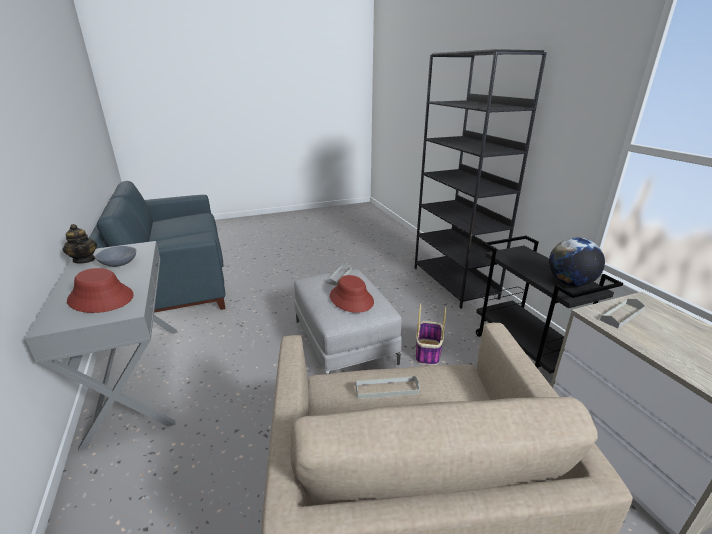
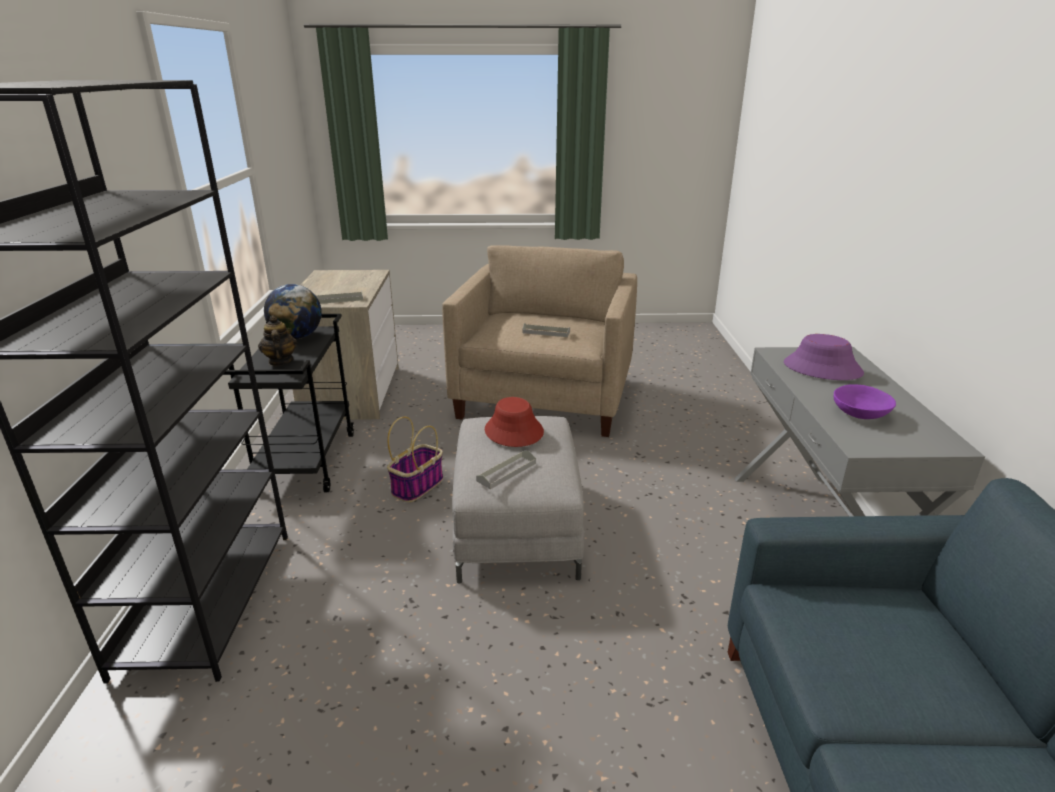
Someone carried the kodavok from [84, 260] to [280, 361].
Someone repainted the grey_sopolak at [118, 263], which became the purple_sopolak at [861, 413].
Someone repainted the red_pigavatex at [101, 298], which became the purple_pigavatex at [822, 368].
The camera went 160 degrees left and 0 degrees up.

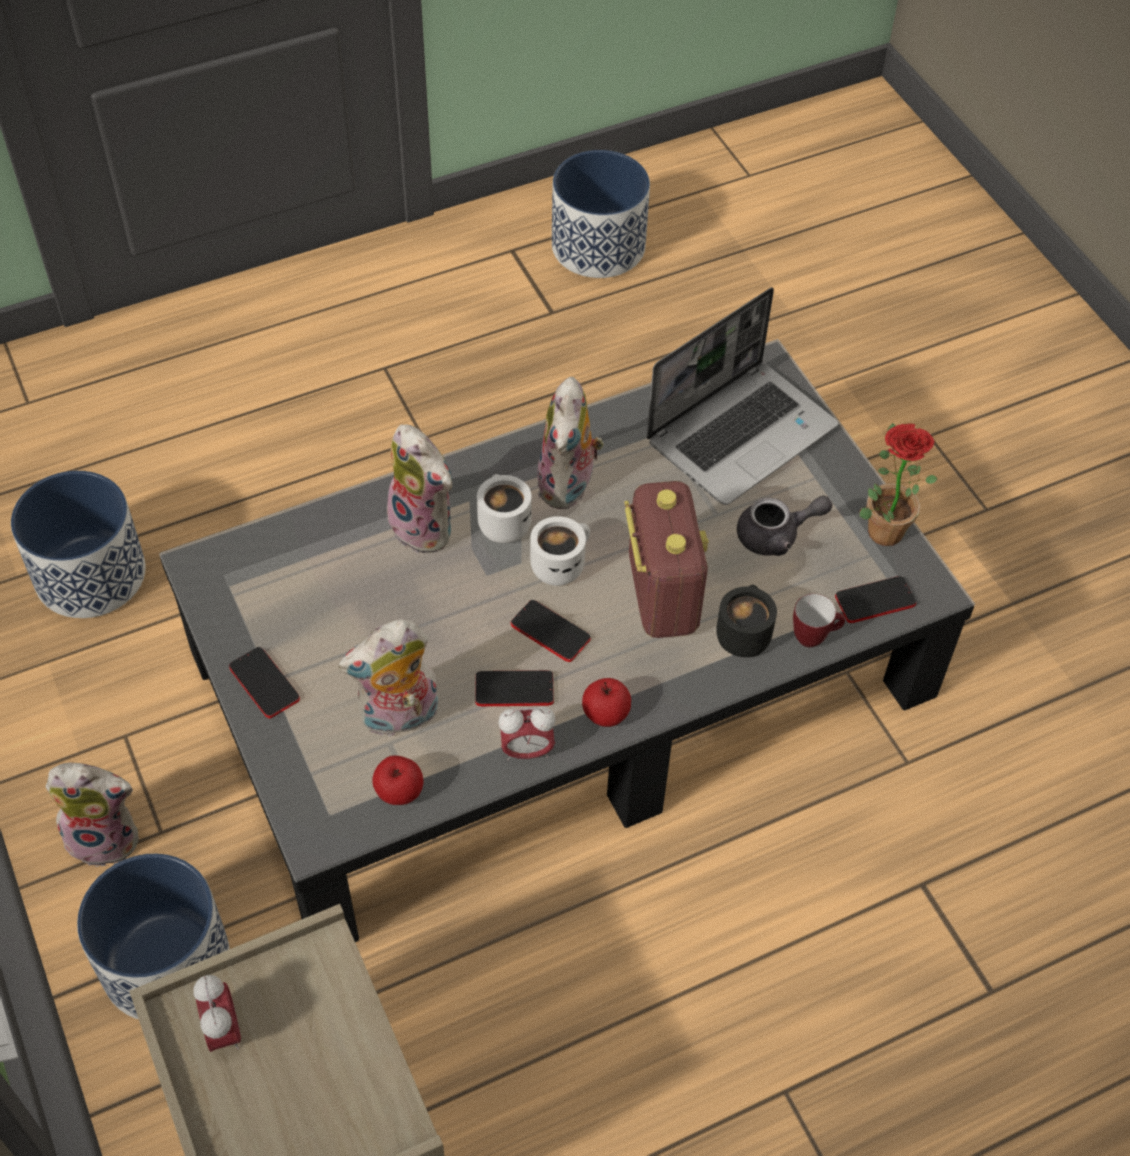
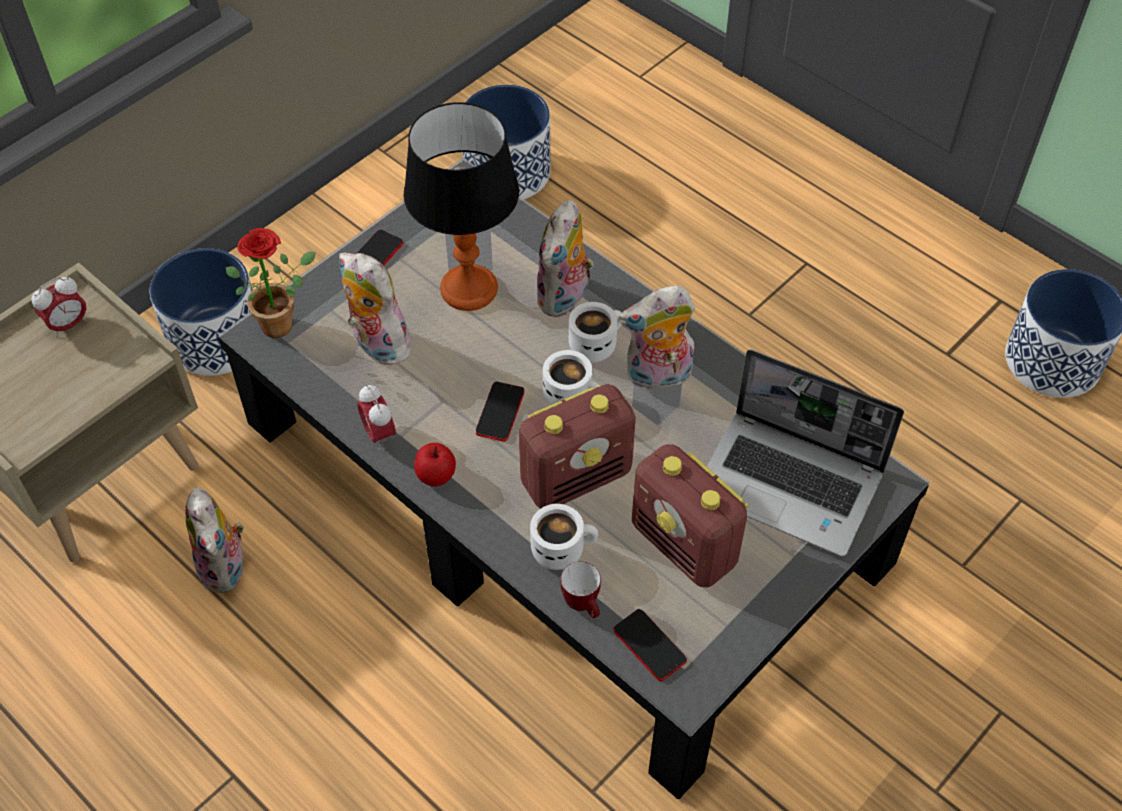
Someone carried the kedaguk from [881, 526] to [282, 322].
Someone swapped the grey_kodavok at [776, 535] for the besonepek at [685, 545].
Someone repainted the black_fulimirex at [741, 633], which became the white_fulimirex at [562, 548].
Someone took away the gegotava at [514, 689].
Someone took away the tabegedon at [399, 791].
Someone carried the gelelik from [107, 837] to [226, 568].
Someone put down the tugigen at [468, 290].
The camera went 70 degrees right and 0 degrees up.

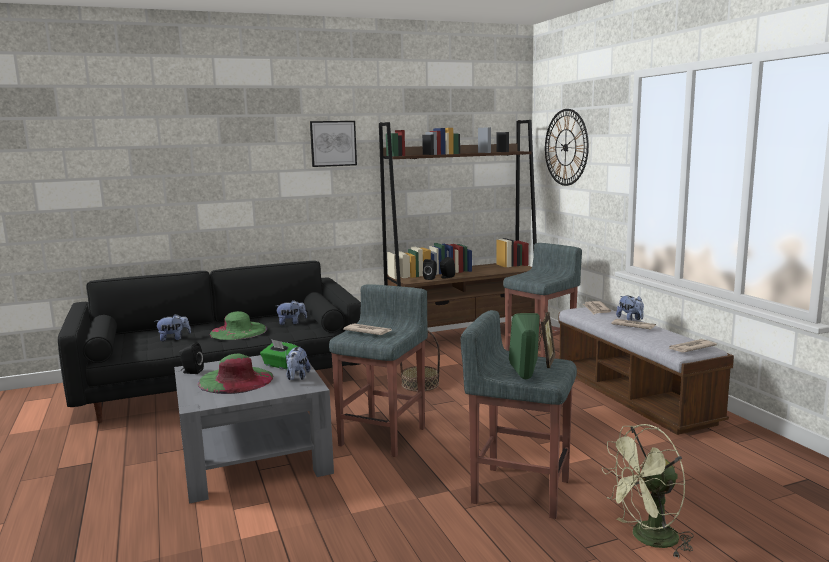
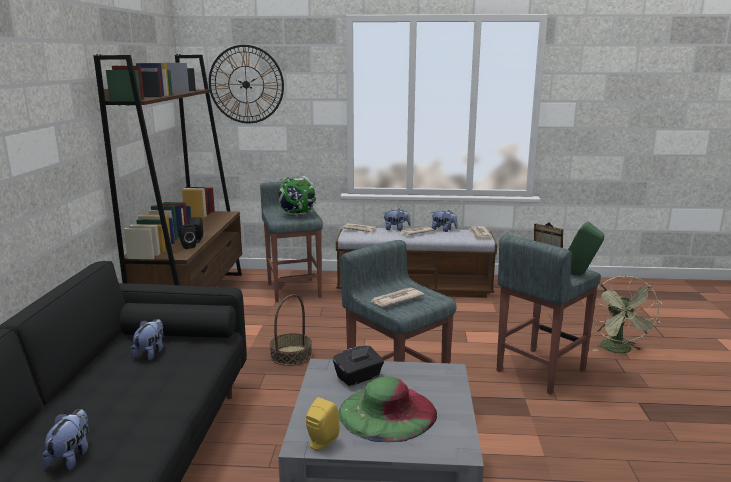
Someone took away the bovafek at [333, 143].
Someone took away the green_pigavatex at [238, 331].
Someone repainted the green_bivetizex at [280, 365], which became the black_bivetizex at [358, 377].
Someone repainted the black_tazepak at [191, 372], which became the yellow_tazepak at [320, 443].
Someone carried the gelelik from [297, 377] to [443, 230].
Someone put down the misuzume at [297, 215].
The camera went 65 degrees left and 5 degrees up.

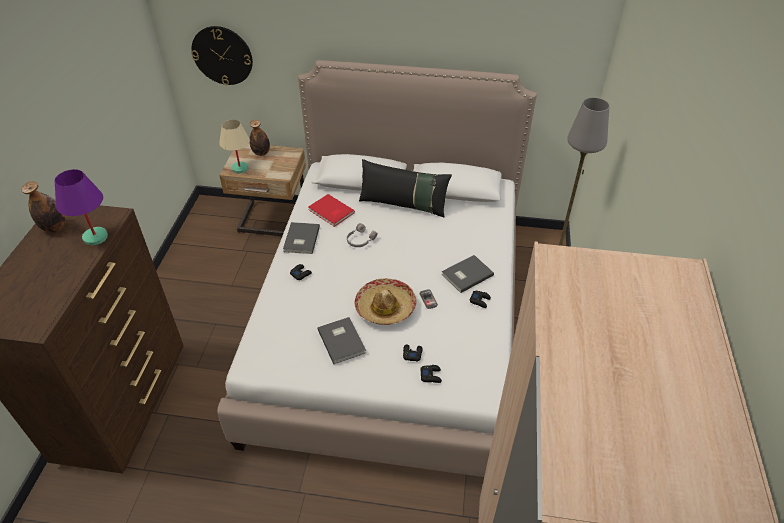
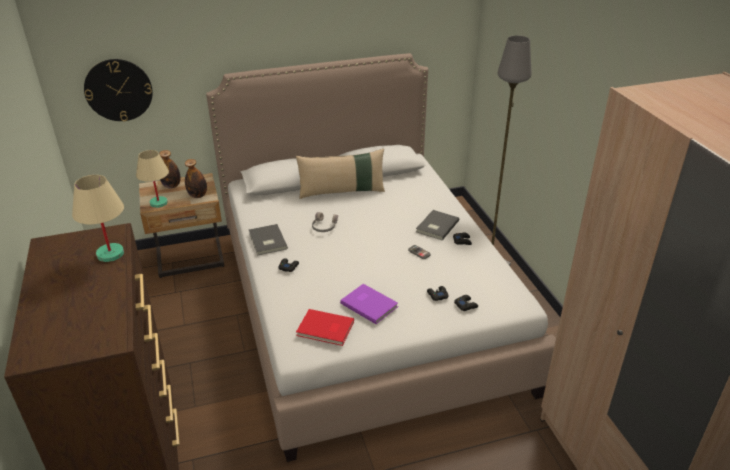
Someone repainted the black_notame at [403, 205], which became the beige_notame at [342, 191].
Someone repainted the purple_tugigen at [95, 237], which became the beige_tugigen at [110, 254].
Someone carried the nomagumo from [55, 227] to [198, 195].
Someone carried the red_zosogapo from [331, 212] to [325, 329].
Someone took away the pigavatex at [385, 307].
Someone repainted the grey_zosogapo at [342, 340], which became the purple_zosogapo at [369, 304].
The camera went 25 degrees left and 10 degrees down.

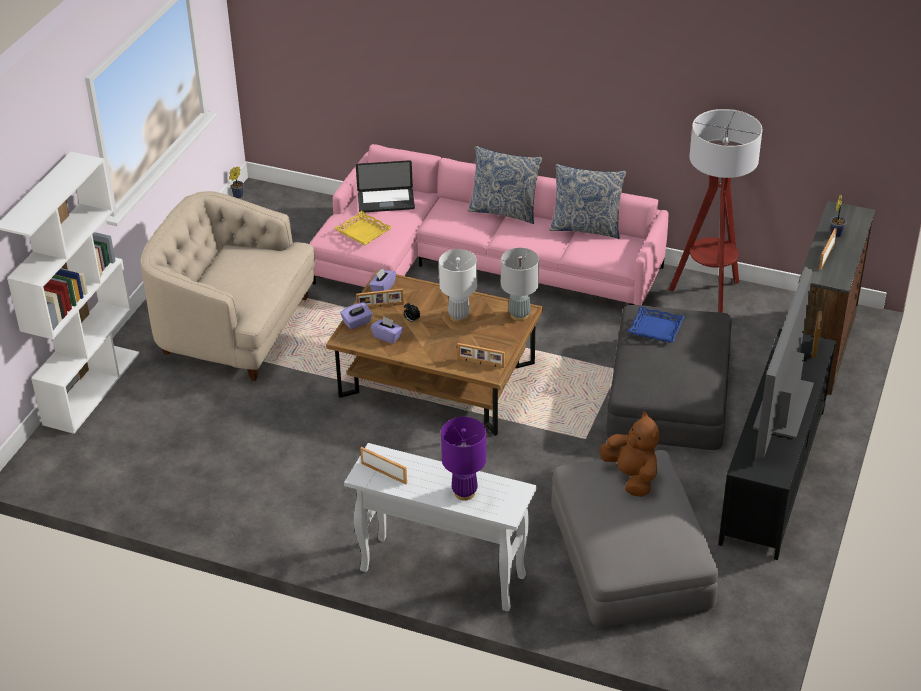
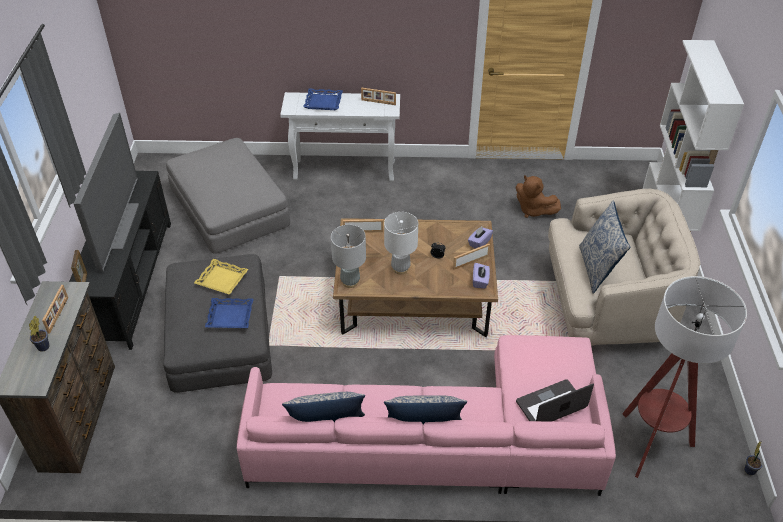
Someone carried the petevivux from [709, 298] to [651, 444].
Someone carried the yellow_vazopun from [363, 232] to [222, 279].
Someone took away the purple_bivetizex at [387, 337].
Someone carried the brown_gelelik from [632, 477] to [533, 210].
Someone swapped the purple_tugigen at [464, 493] for the blue_vazopun at [323, 102].
Someone put down the notame at [597, 269].
The camera went 160 degrees right and 5 degrees up.

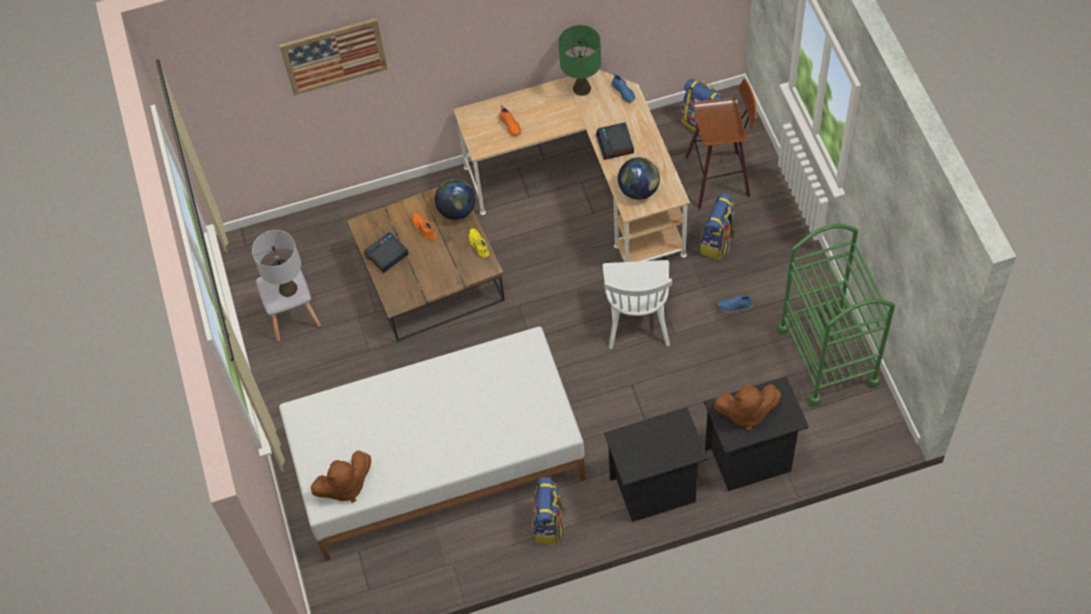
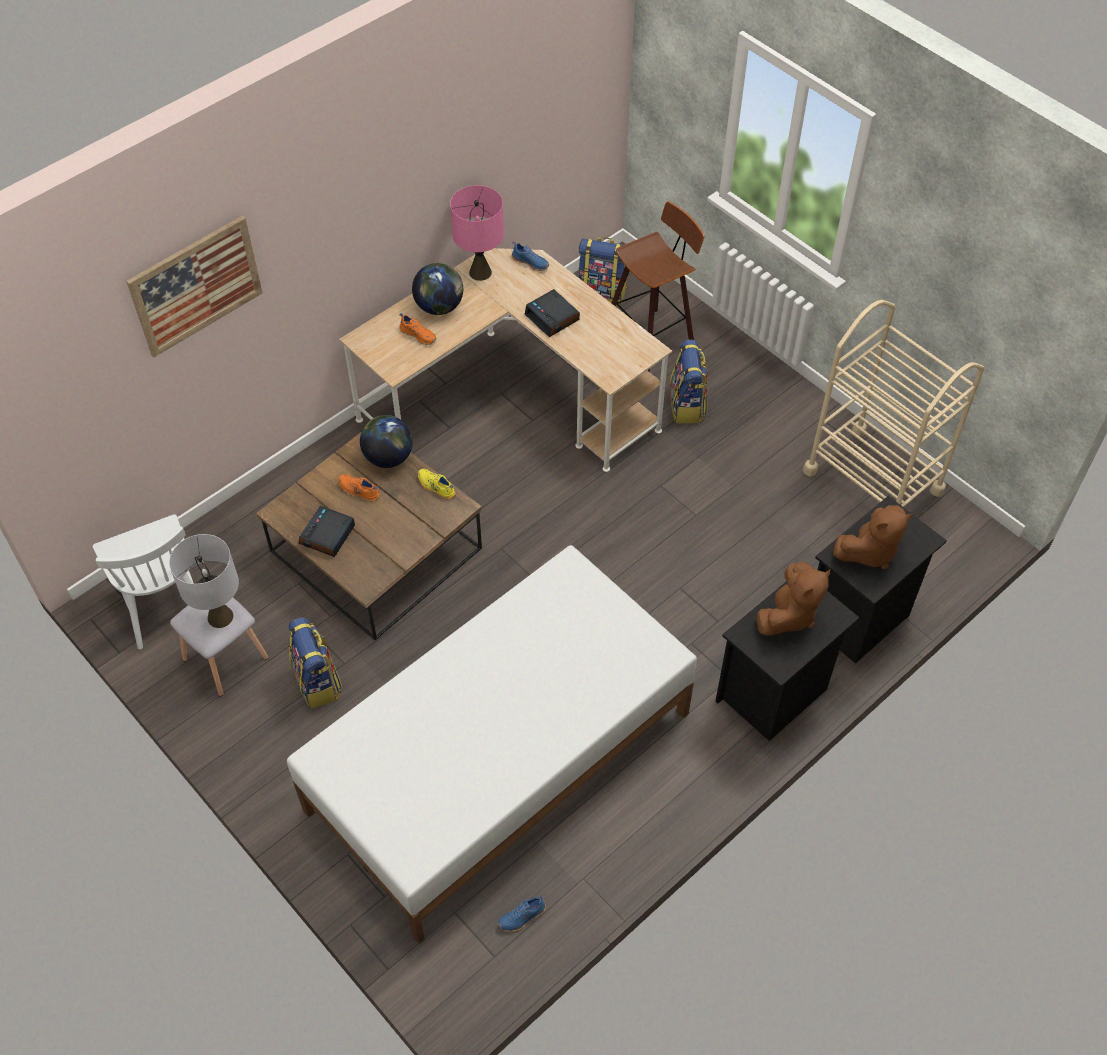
Someone repainted the green_tugigen at [582, 88], which became the pink_tugigen at [480, 272].
Someone carried the misuzume from [639, 190] to [439, 306].
Someone repainted the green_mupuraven at [827, 356], which became the beige_mupuraven at [873, 481].
Someone carried the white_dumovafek from [637, 317] to [163, 601].
Someone carried the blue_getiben from [735, 306] to [522, 917].
Someone carried the brown_gelelik from [345, 486] to [789, 614].
Someone carried the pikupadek from [549, 524] to [318, 682].
The camera went 30 degrees left and 5 degrees down.

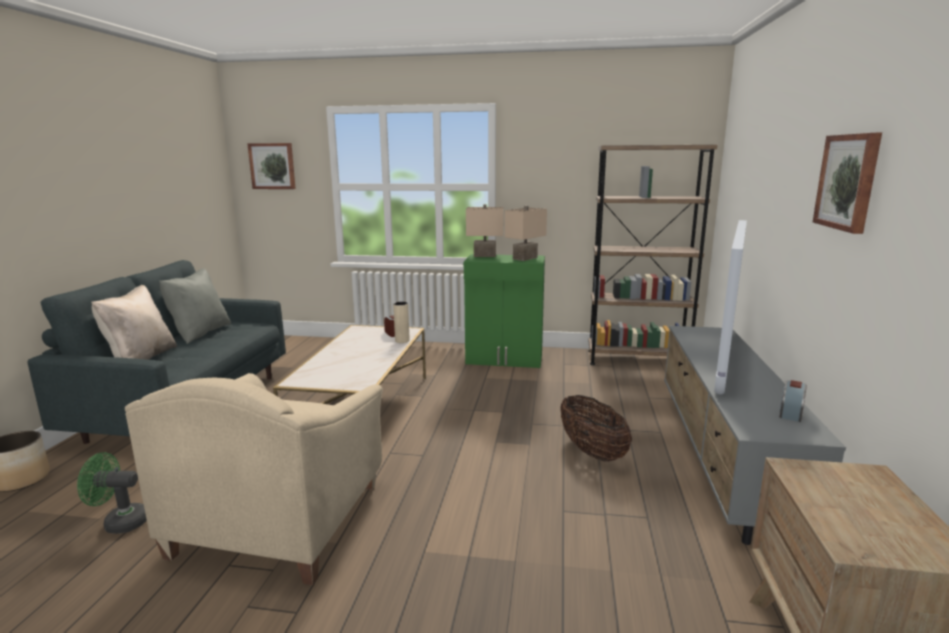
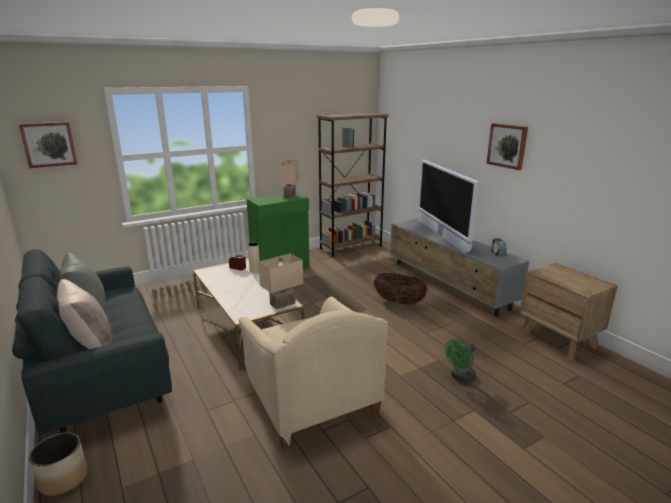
Someone carried the beige_tugigen from [484, 256] to [283, 304].
Someone carried the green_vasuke from [120, 522] to [460, 377].
The camera went 40 degrees left and 5 degrees up.

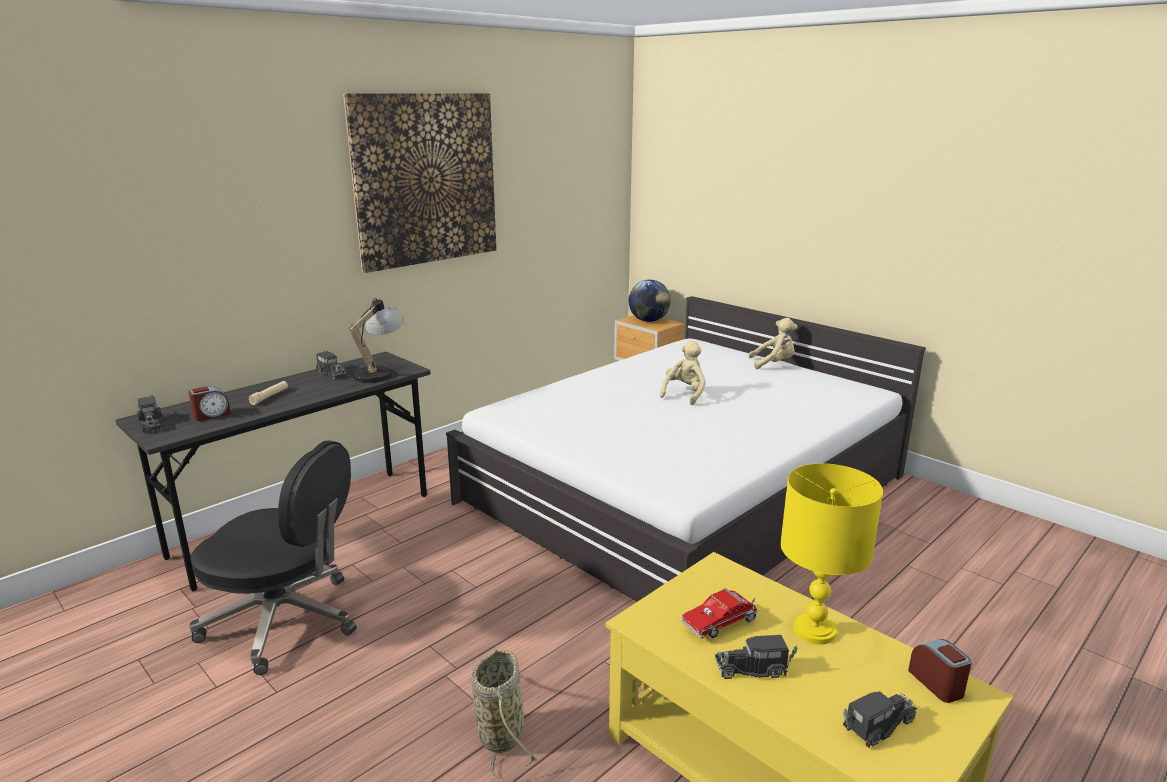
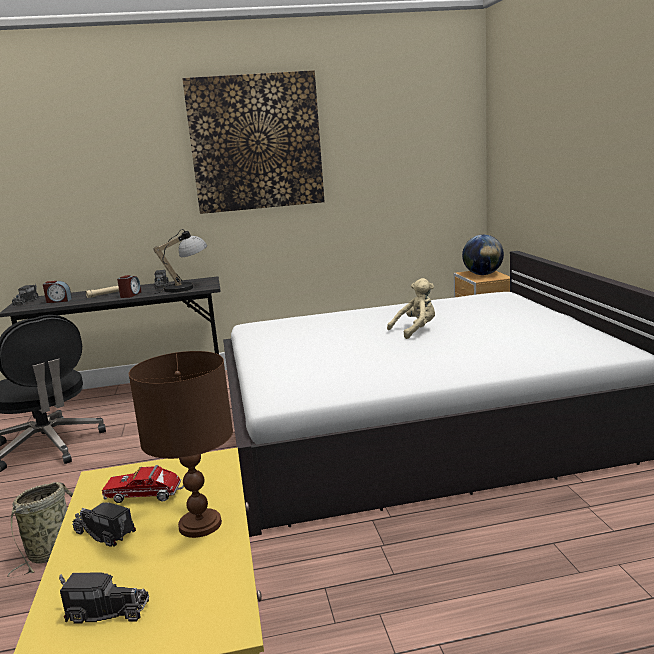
Someone took away the beige_gelelik at [773, 364].
Someone repainted the yellow_tugigen at [815, 630], which became the brown_tugigen at [201, 524].
Someone carried the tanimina from [937, 683] to [130, 295].
The camera went 35 degrees right and 5 degrees down.

